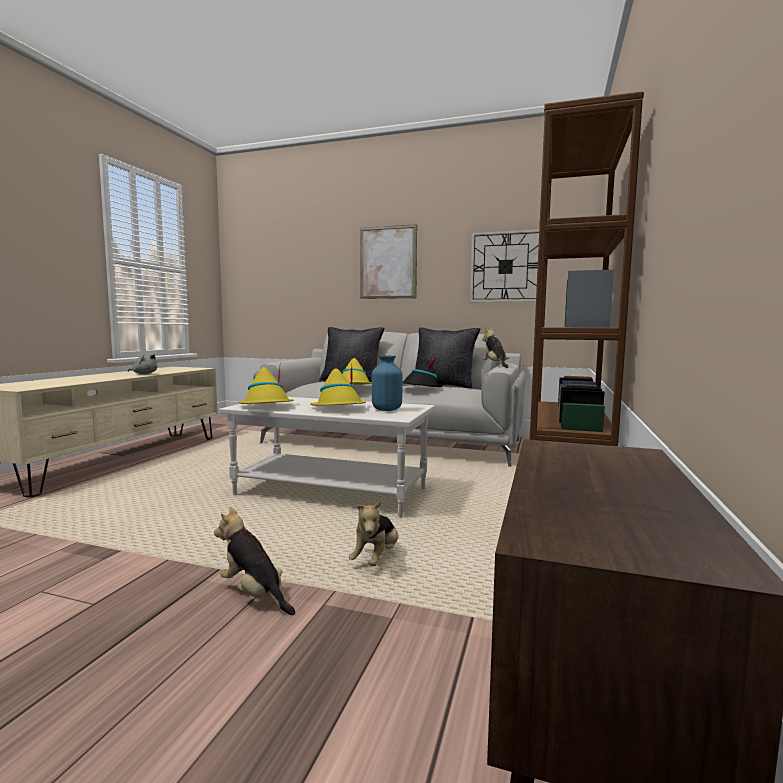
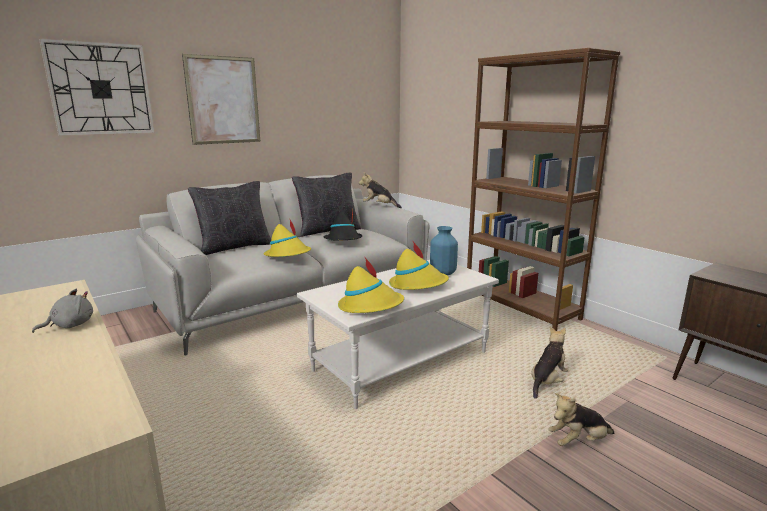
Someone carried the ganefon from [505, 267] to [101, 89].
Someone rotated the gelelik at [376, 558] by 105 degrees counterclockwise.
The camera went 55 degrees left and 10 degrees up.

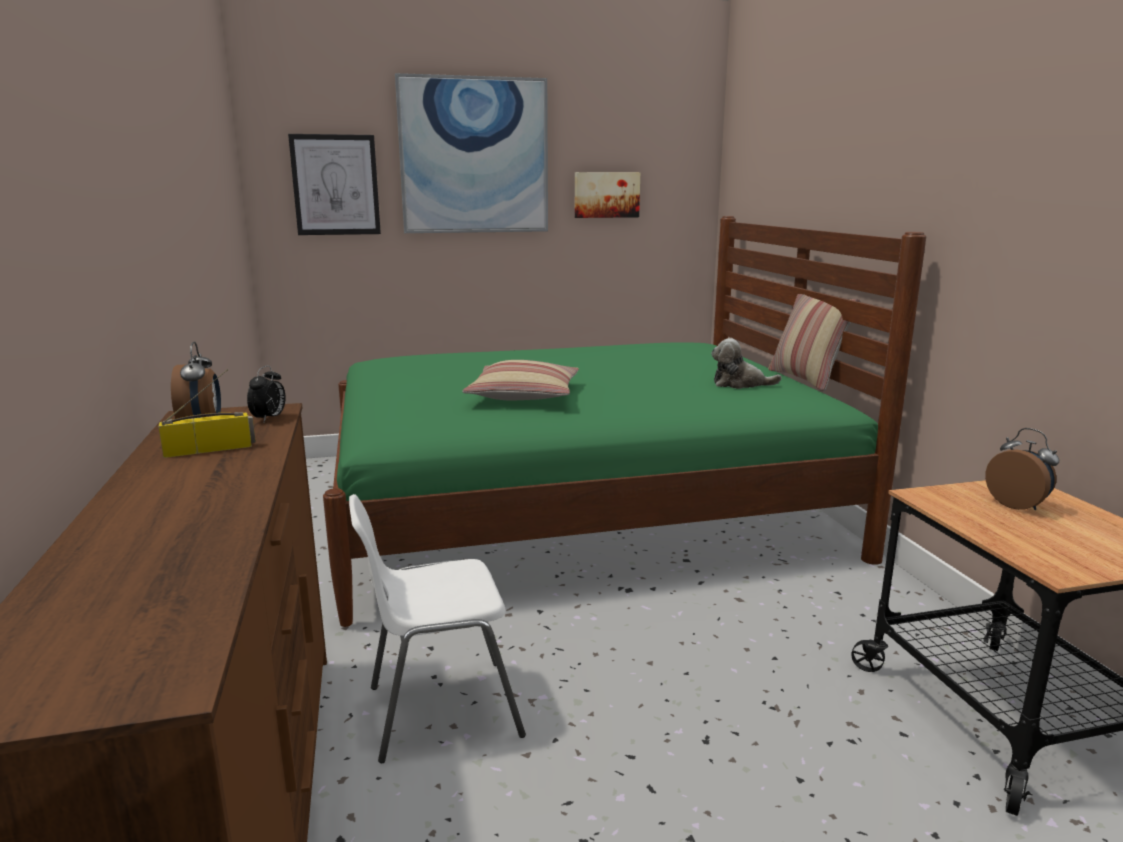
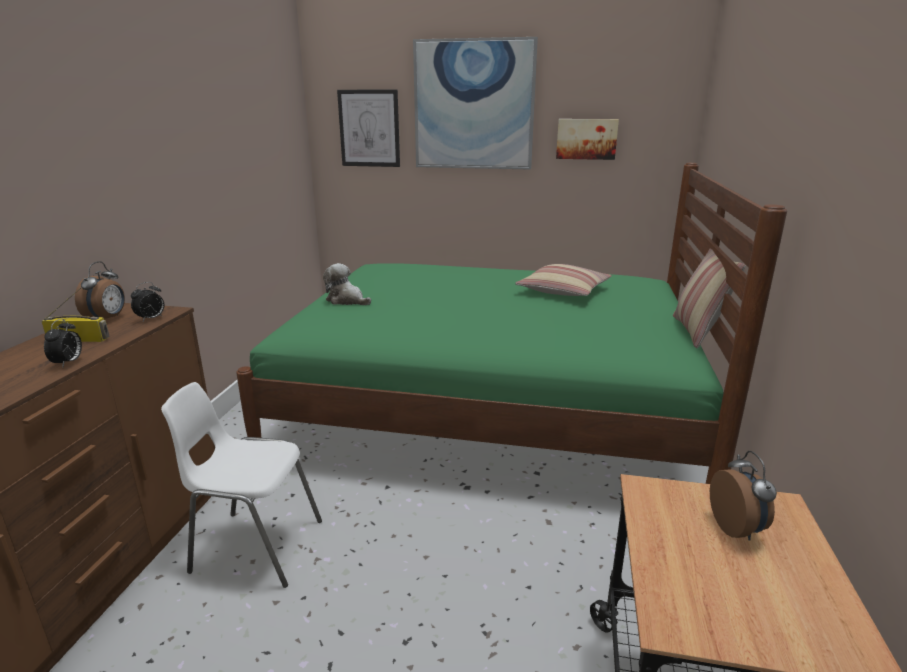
Someone carried the gelelik from [740, 384] to [347, 300].
Someone carried the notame from [524, 395] to [563, 290].
Someone put down the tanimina at [68, 363].
The camera went 25 degrees right and 5 degrees up.

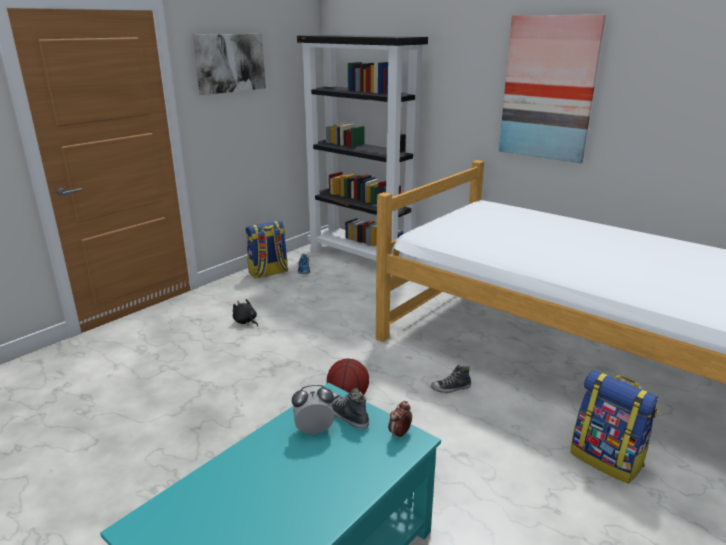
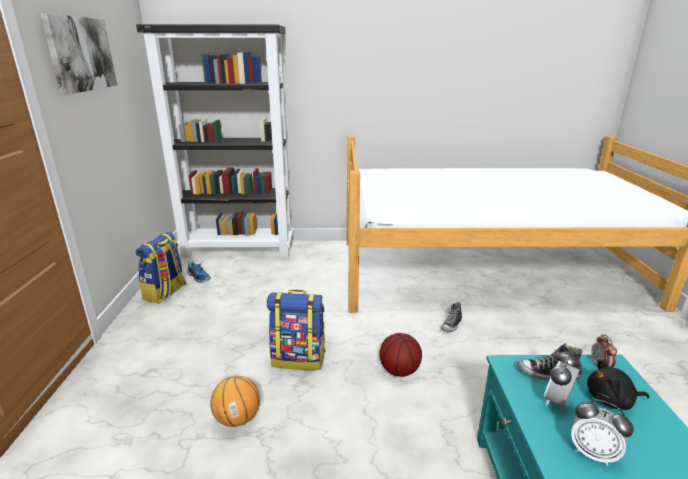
Someone took away the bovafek at [548, 89].
Someone carried the black_gelelik from [245, 322] to [611, 400].
Someone carried the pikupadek from [606, 459] to [299, 358].
Someone put down the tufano at [237, 418].
Someone put down the tanimina at [592, 453].
The camera went 40 degrees left and 0 degrees up.

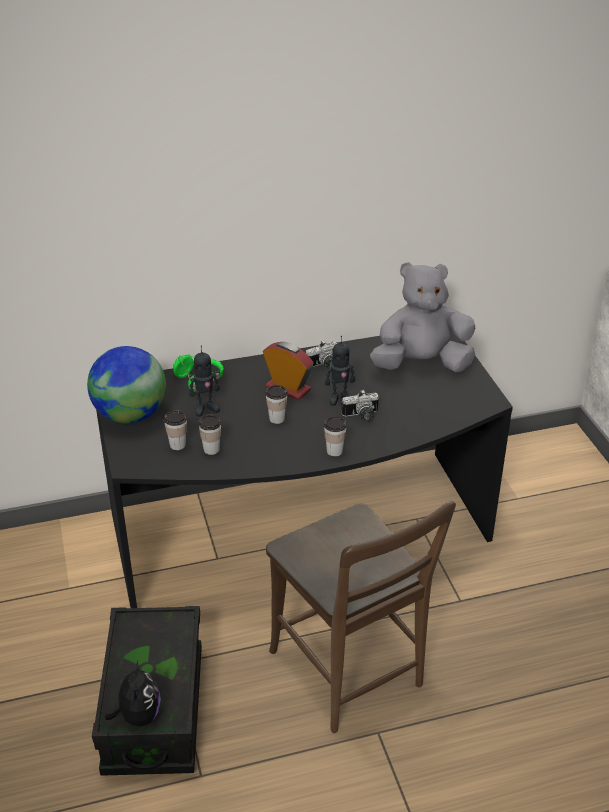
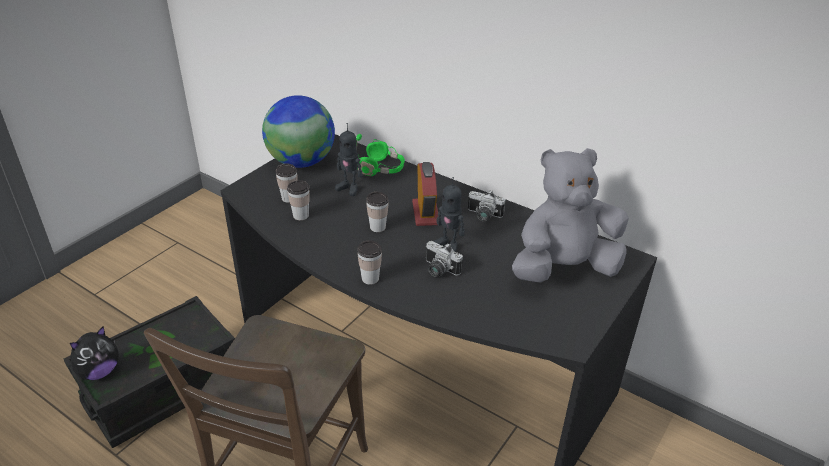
Someone rotated the grey_gelelik at [421, 365] by 60 degrees counterclockwise.
The camera went 50 degrees right and 0 degrees up.

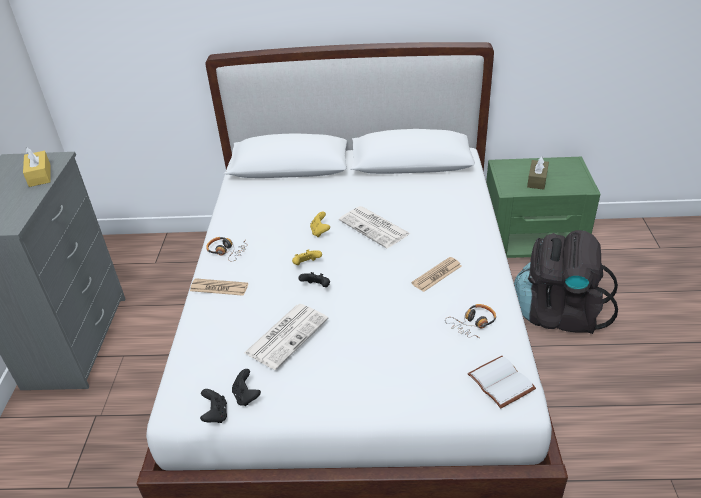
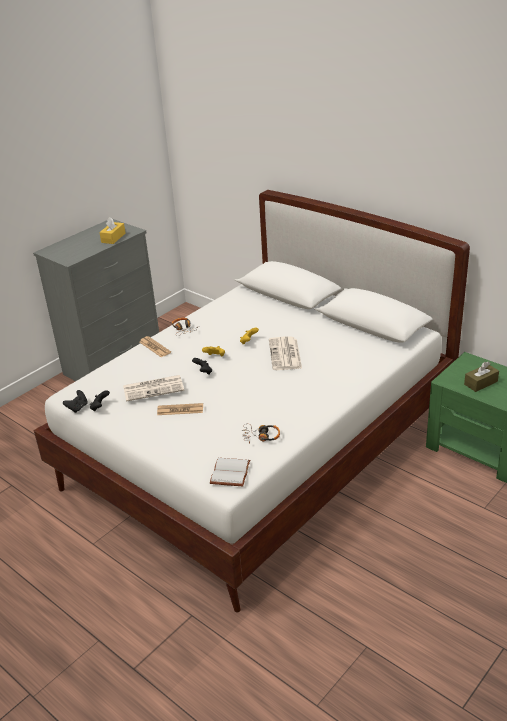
Someone took away the black_pikupadek at [558, 313].
Someone carried the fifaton from [436, 275] to [180, 410].
The camera went 40 degrees right and 5 degrees down.

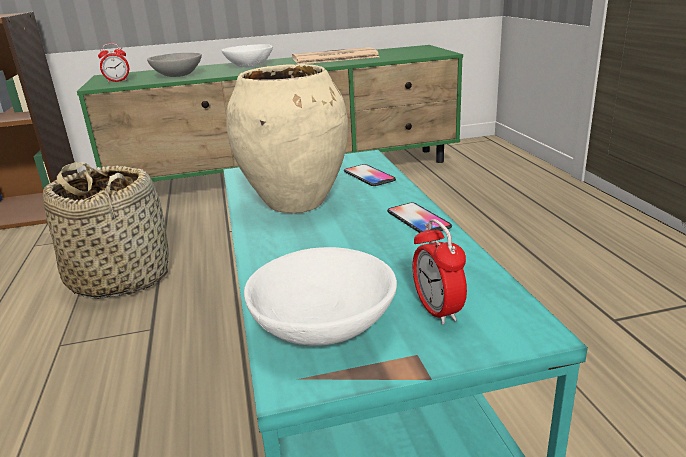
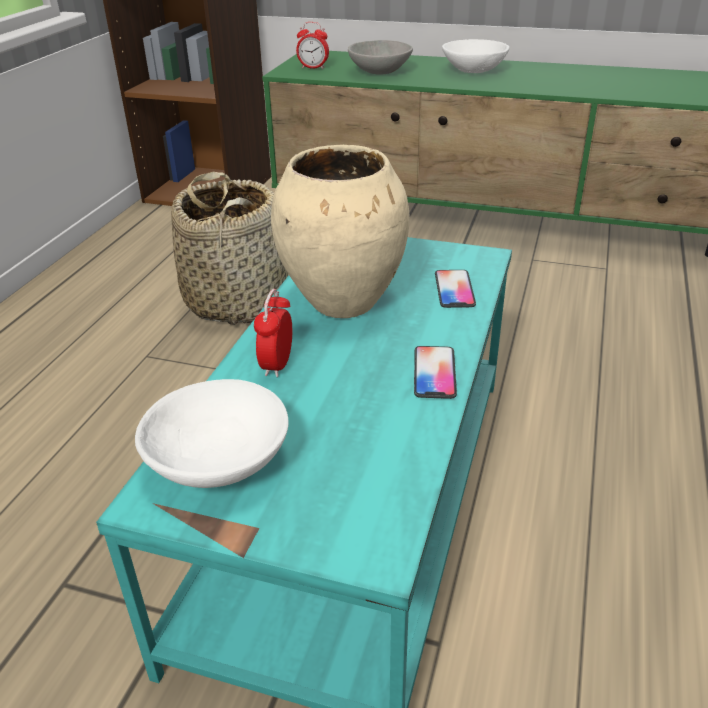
Someone took away the fifaton at [333, 58].
Someone carried the tanimina from [437, 310] to [277, 365].
The camera went 30 degrees right and 10 degrees up.

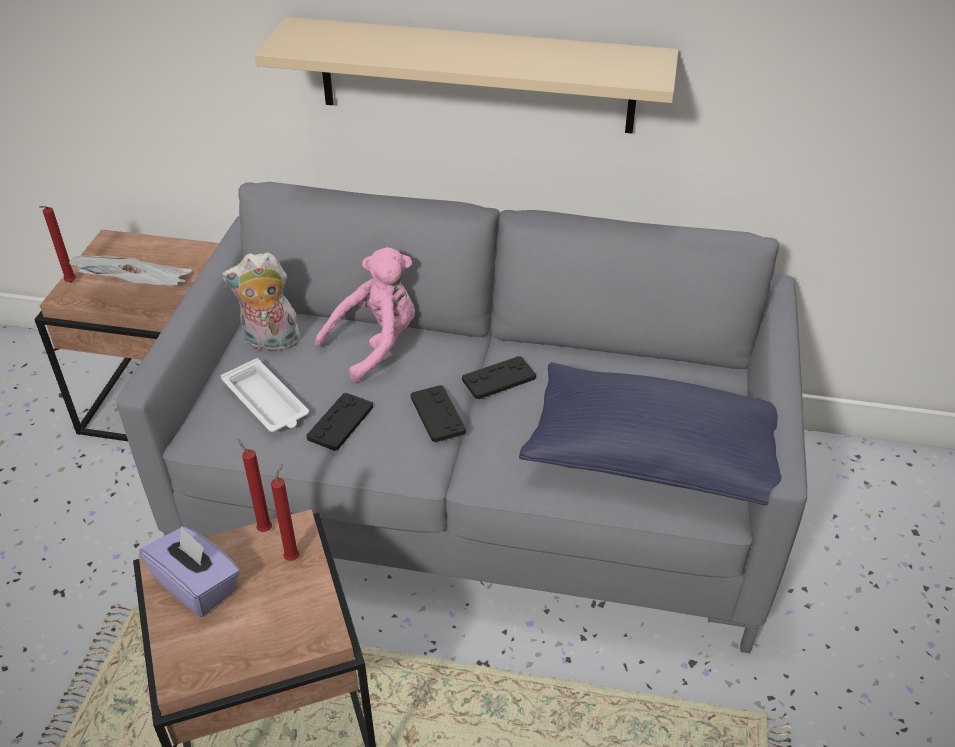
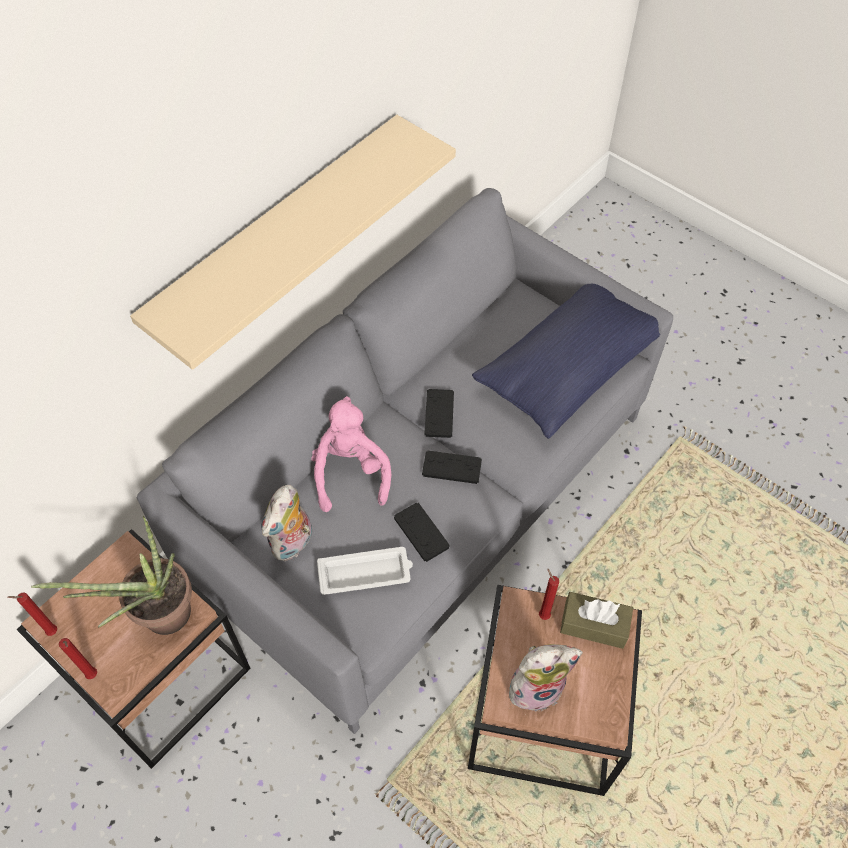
Someone swapped the fifaton at [141, 293] for the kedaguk at [157, 619].
Someone carried the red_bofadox from [263, 528] to [50, 632].
Someone swapped the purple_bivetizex at [197, 585] for the gelelik at [536, 686].
Someone put down the brown_bivetizex at [594, 625].
The camera went 60 degrees left and 15 degrees up.

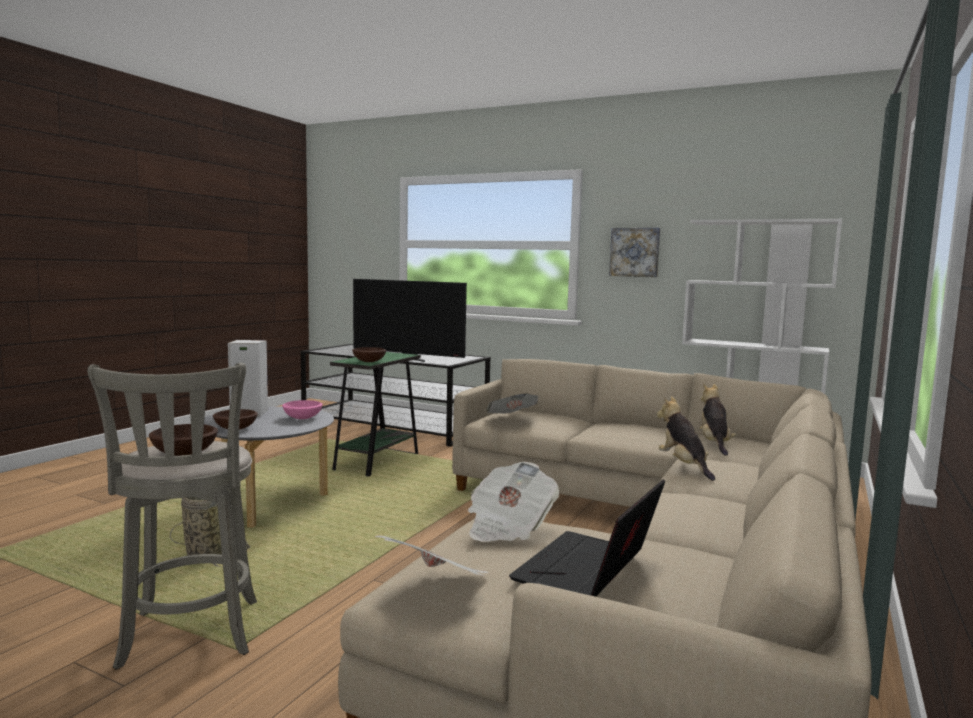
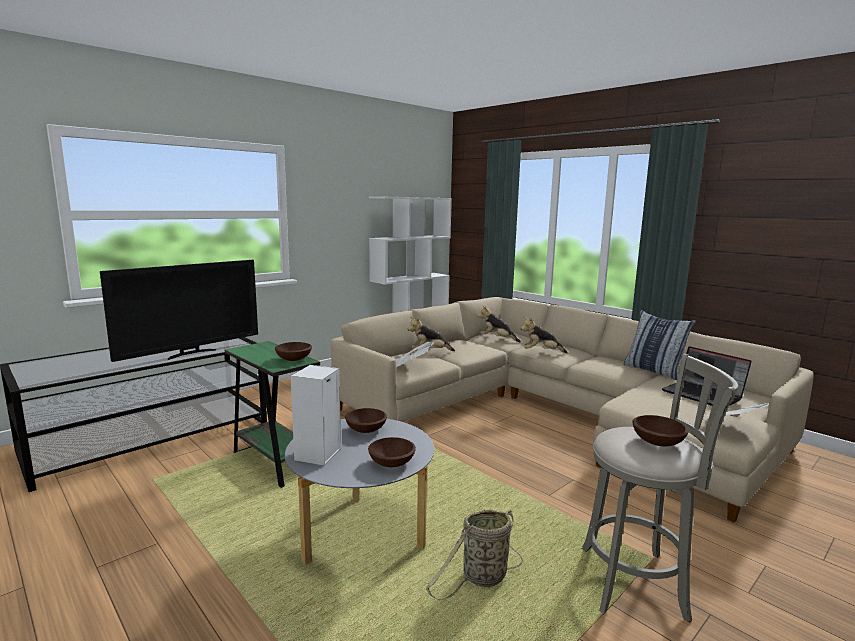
Someone took away the bovafek at [635, 252].
Someone repainted the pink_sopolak at [302, 418], which became the brown_sopolak at [366, 430].
Someone took away the fifaton at [508, 526].
Someone put down the notame at [653, 371].
Someone put down the gelelik at [429, 352].
The camera went 70 degrees left and 5 degrees up.

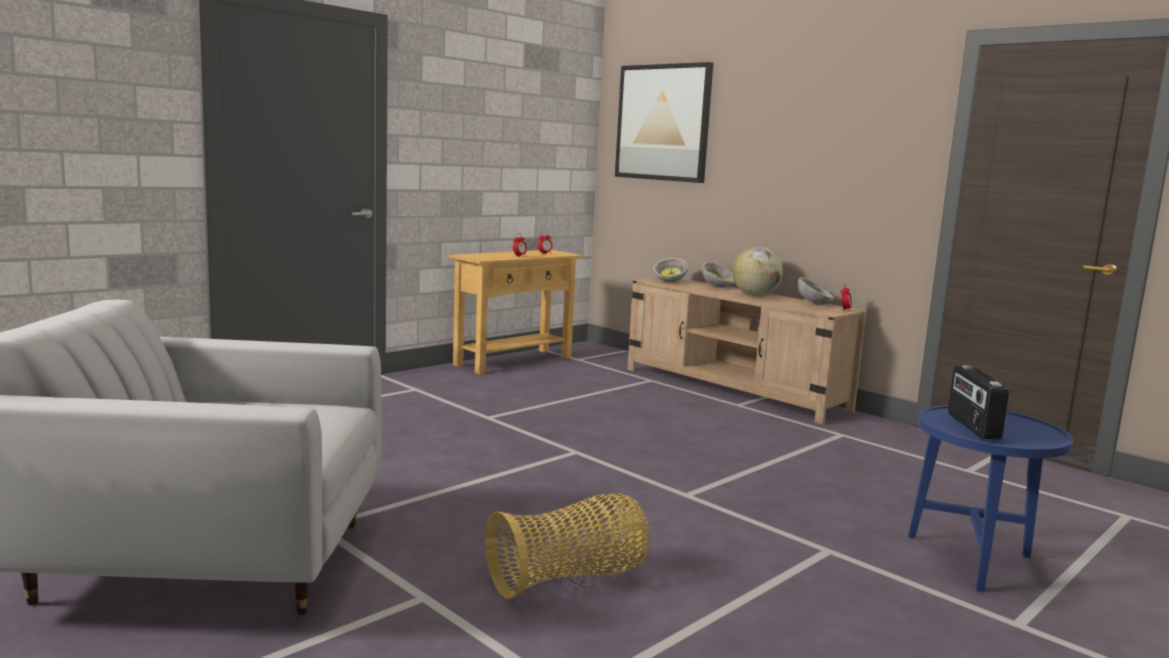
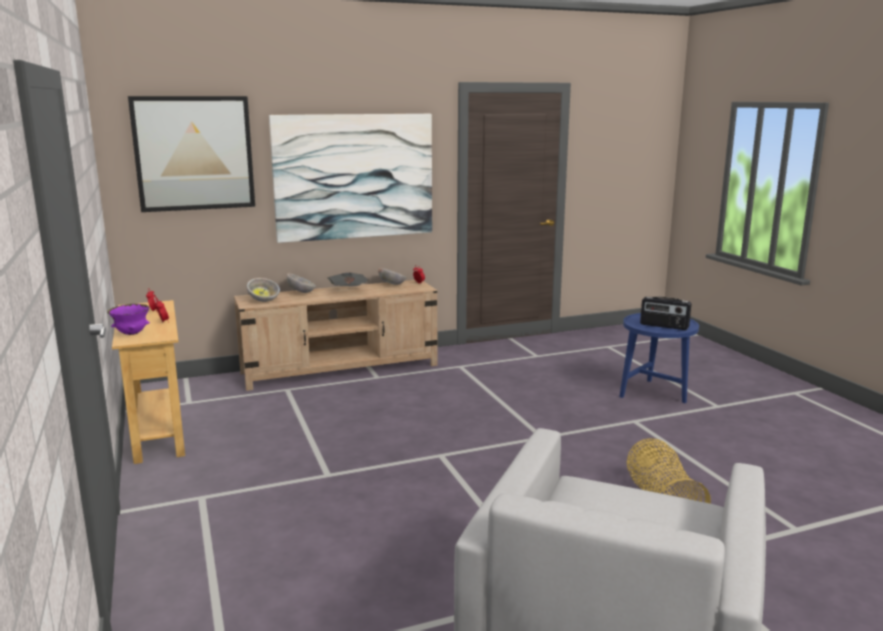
Someone swapped the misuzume at [755, 295] for the fifaton at [349, 291].
Someone put up the bovafek at [354, 176].
Someone put down the purple_sopolak at [132, 334].
The camera went 65 degrees left and 5 degrees up.

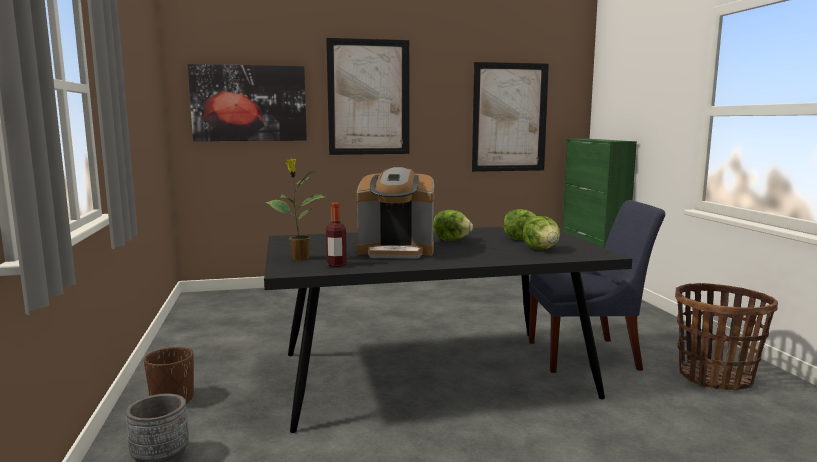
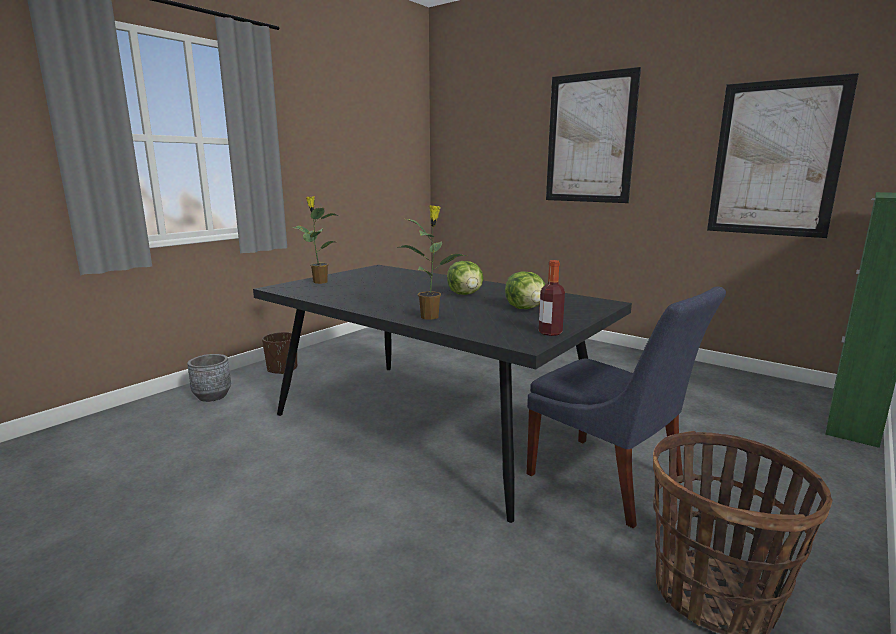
Someone took away the bovafek at [249, 103].
Someone took away the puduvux at [396, 251].
Someone carried the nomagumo from [336, 265] to [550, 333].
Someone took away the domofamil at [541, 249].
Someone put down the kedaguk at [430, 316].
The camera went 50 degrees right and 5 degrees up.

